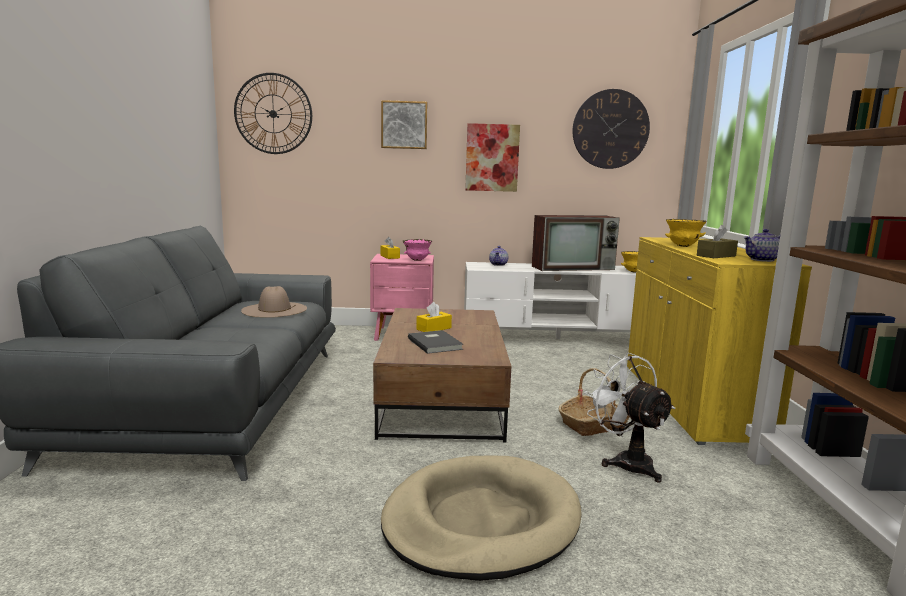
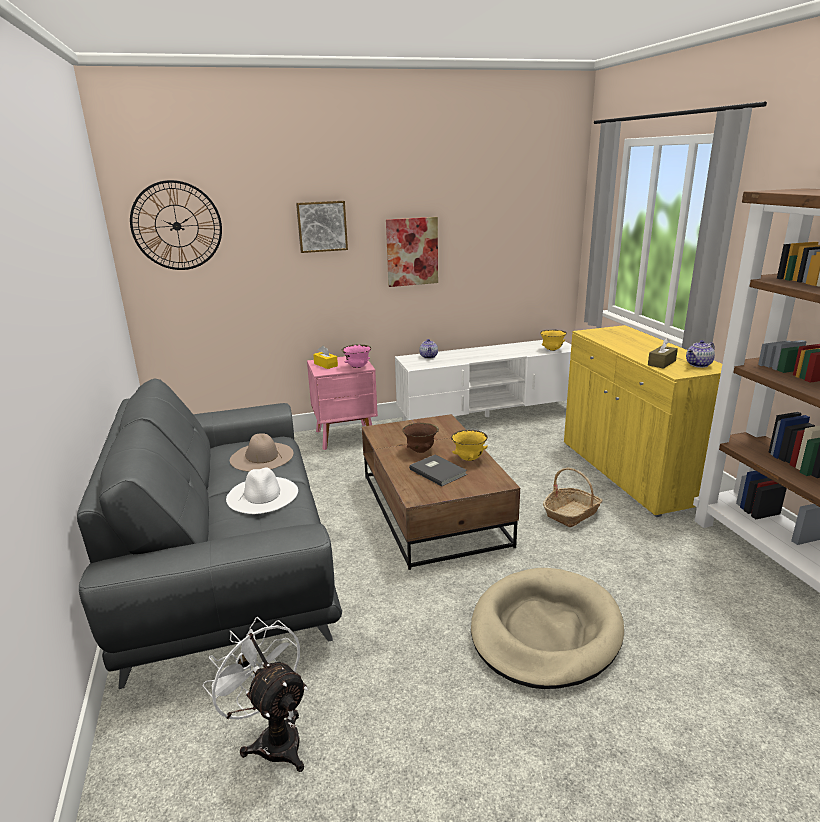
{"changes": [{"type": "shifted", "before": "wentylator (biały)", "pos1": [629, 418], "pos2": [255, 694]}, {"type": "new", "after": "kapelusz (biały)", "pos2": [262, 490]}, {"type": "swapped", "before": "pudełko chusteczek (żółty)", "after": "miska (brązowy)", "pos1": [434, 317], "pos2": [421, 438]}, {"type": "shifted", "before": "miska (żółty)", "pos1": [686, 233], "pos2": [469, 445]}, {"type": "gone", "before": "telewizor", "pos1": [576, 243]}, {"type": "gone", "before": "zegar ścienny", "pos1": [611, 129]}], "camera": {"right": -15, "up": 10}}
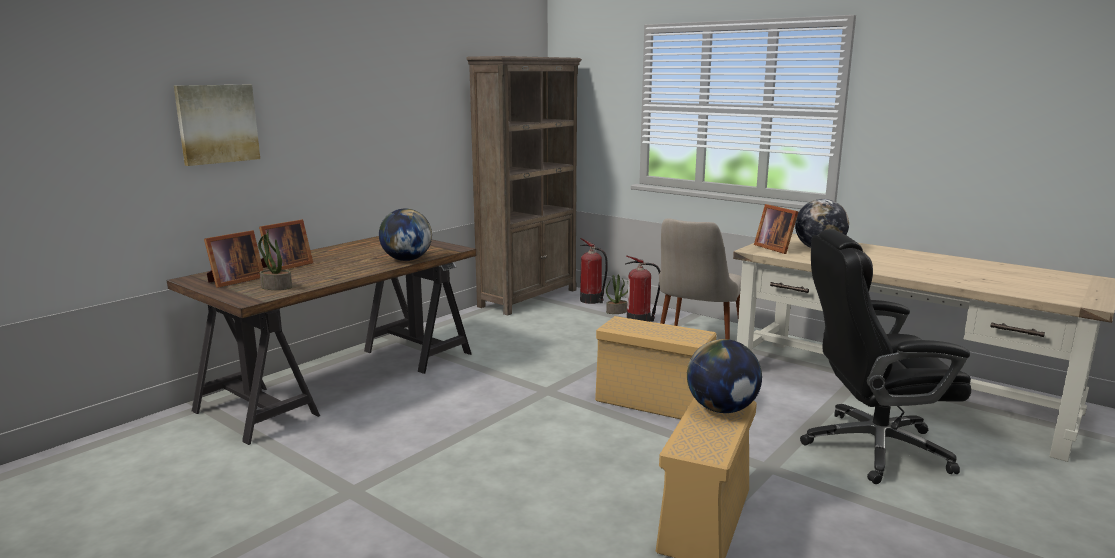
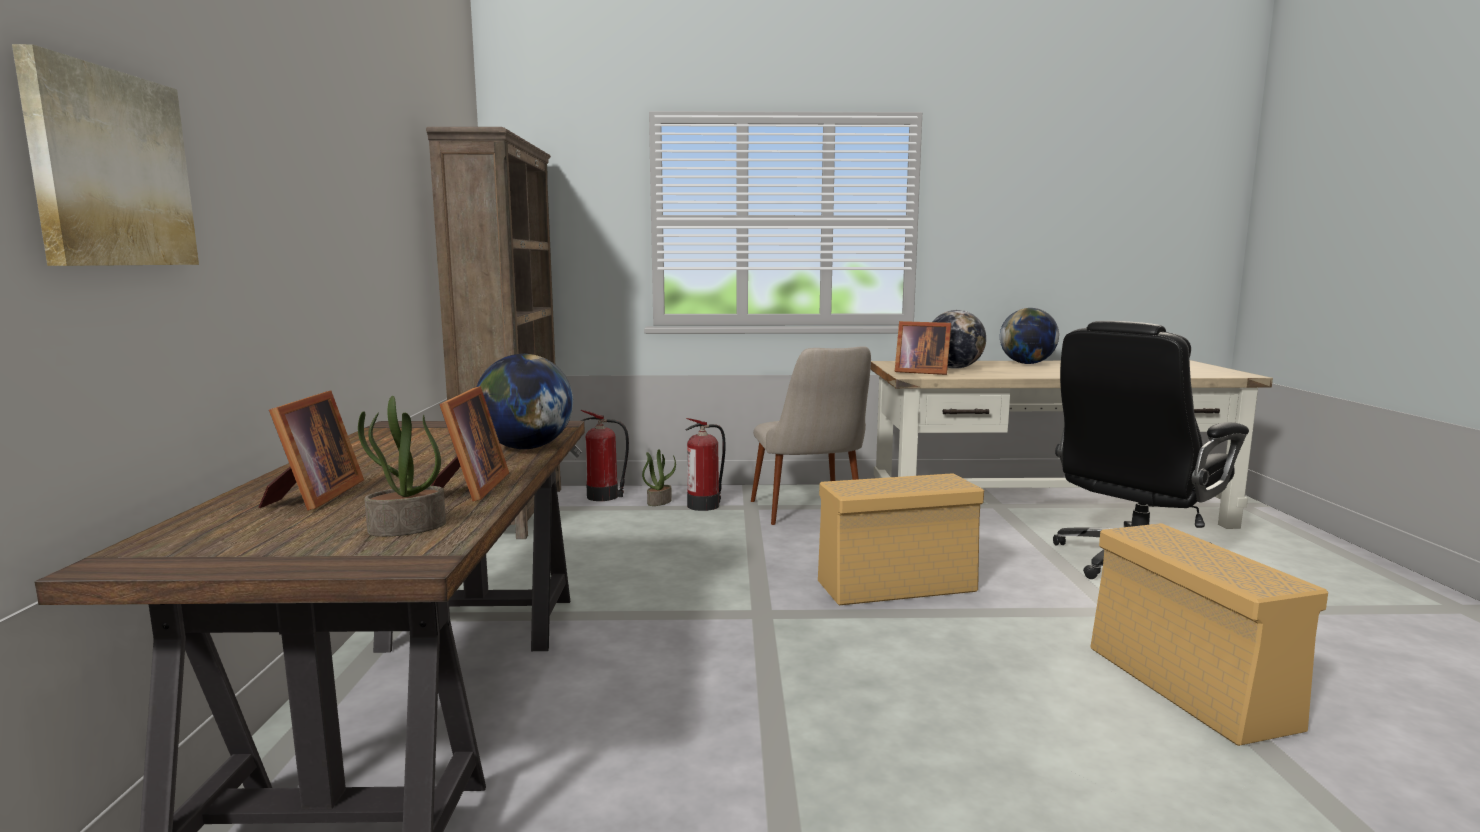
{"changes": [{"type": "shifted", "before": "ramka na zdjęcie", "pos1": [233, 259], "pos2": [470, 444]}, {"type": "shifted", "before": "globus", "pos1": [724, 376], "pos2": [1029, 336]}], "camera": {"right": -40, "up": -5}}
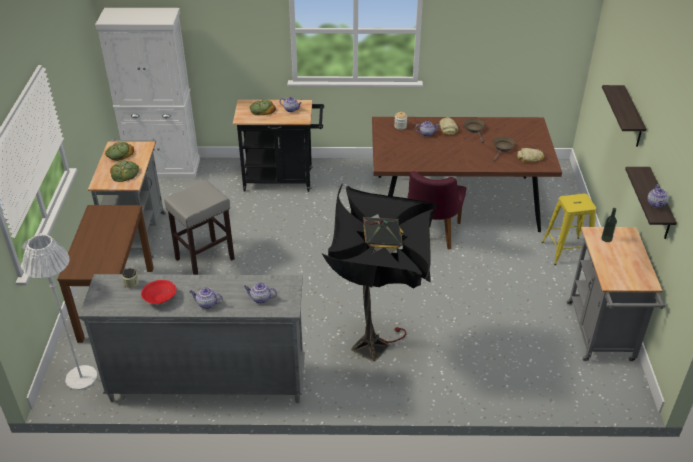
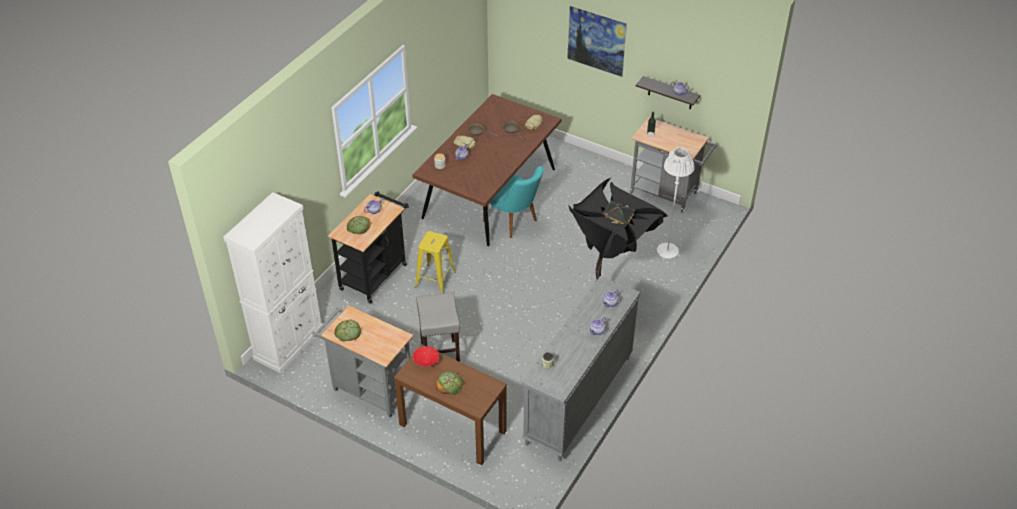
{"changes": [{"type": "shifted", "before": "miska (czerwony)", "pos1": [159, 292], "pos2": [426, 357]}, {"type": "shifted", "before": "stołek (żółty)", "pos1": [569, 229], "pos2": [435, 262]}, {"type": "shifted", "before": "chleb", "pos1": [124, 171], "pos2": [449, 383]}, {"type": "repainted", "before": "krzesło (fioletowy)", "after": "krzesło (turkusowy)", "pos1": [437, 210], "pos2": [513, 202]}, {"type": "swapped", "before": "półka", "after": "obraz", "pos1": [624, 116], "pos2": [597, 41]}, {"type": "shifted", "before": "lampa stojąca (biały)", "pos1": [59, 311], "pos2": [676, 203]}], "camera": {"right": -60, "up": 5}}
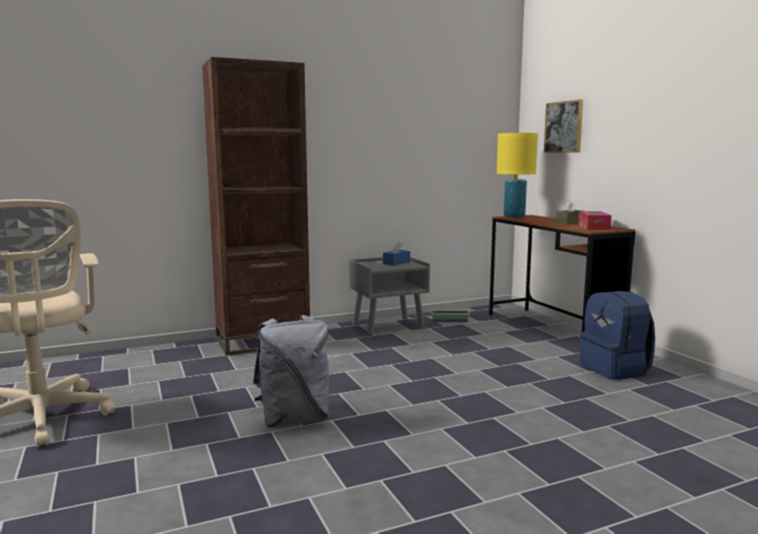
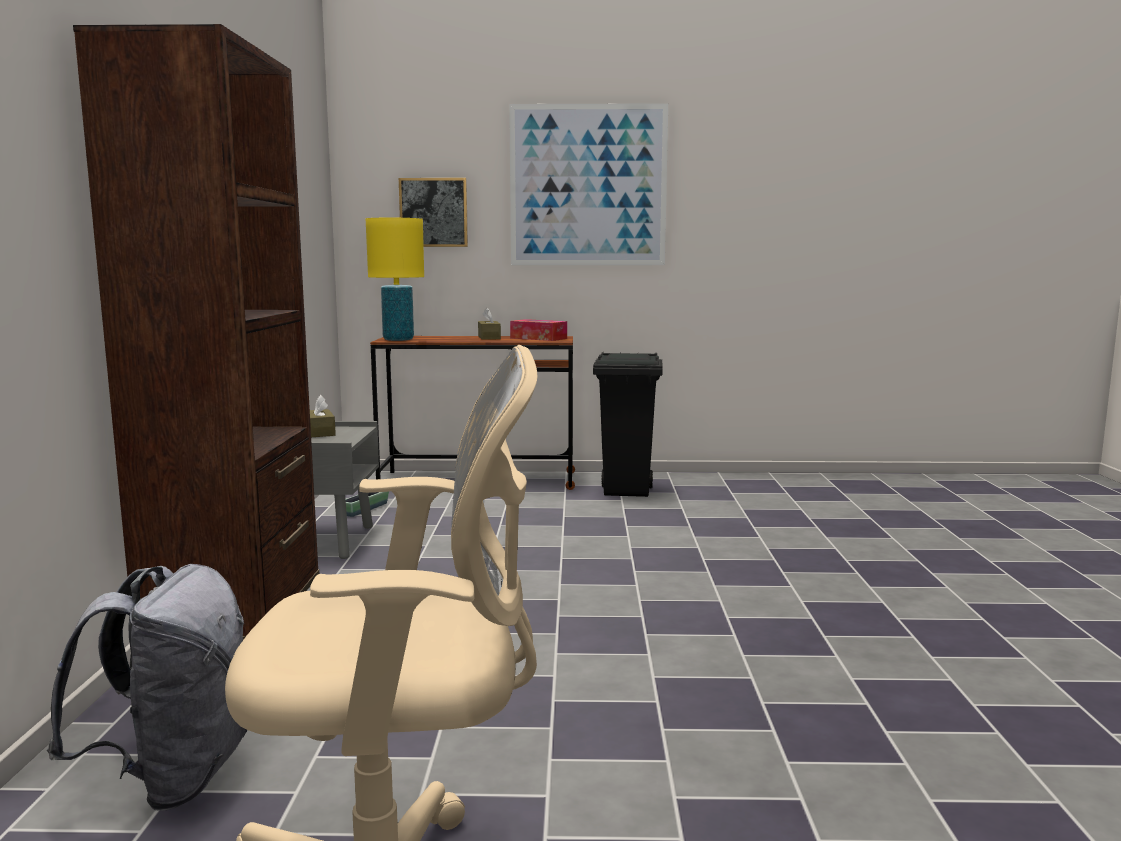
{"changes": [{"type": "shifted", "before": "plecak (szary)", "pos1": [291, 371], "pos2": [147, 687]}, {"type": "repainted", "before": "pudełko chusteczek (niebieski)", "after": "pudełko chusteczek (brązowy)", "pos1": [396, 253], "pos2": [323, 416]}, {"type": "new", "after": "obraz", "pos2": [588, 184]}, {"type": "swapped", "before": "plecak (niebieski)", "after": "kosz na śmieci (czarny)", "pos1": [617, 335], "pos2": [628, 424]}], "camera": {"right": -65, "up": 0}}
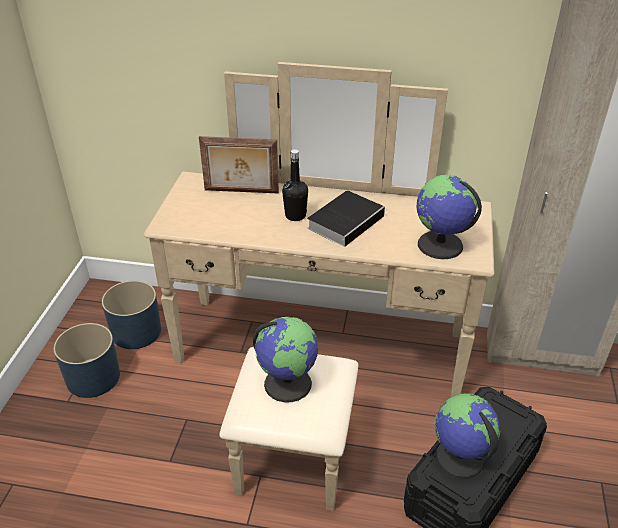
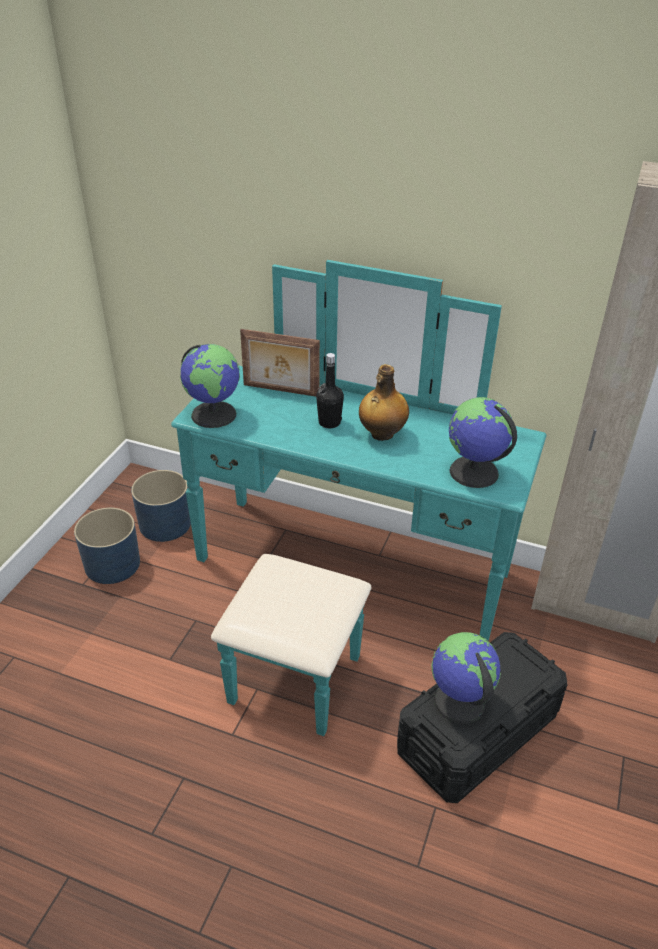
{"changes": [{"type": "repainted", "before": "komoda (beżowy)", "after": "komoda (turkusowy)", "pos1": [319, 286], "pos2": [358, 498]}, {"type": "shifted", "before": "globus", "pos1": [285, 360], "pos2": [210, 386]}, {"type": "swapped", "before": "książka", "after": "butelka", "pos1": [347, 218], "pos2": [384, 402]}], "camera": {"right": 10, "up": 0}}
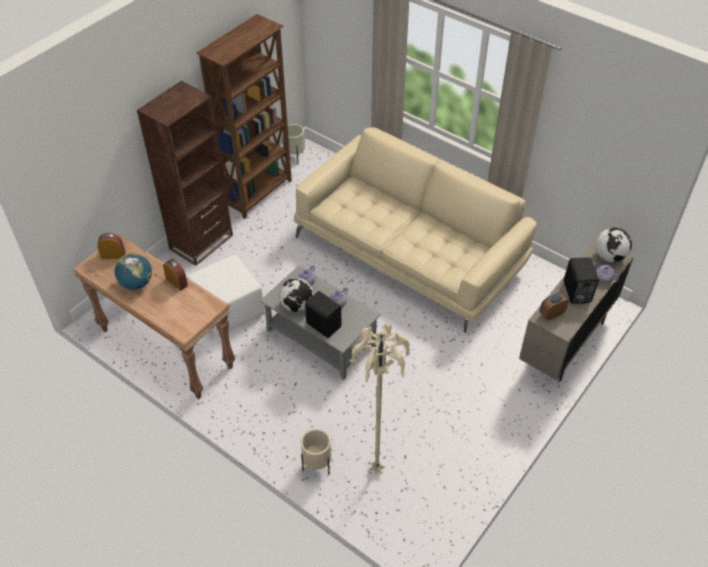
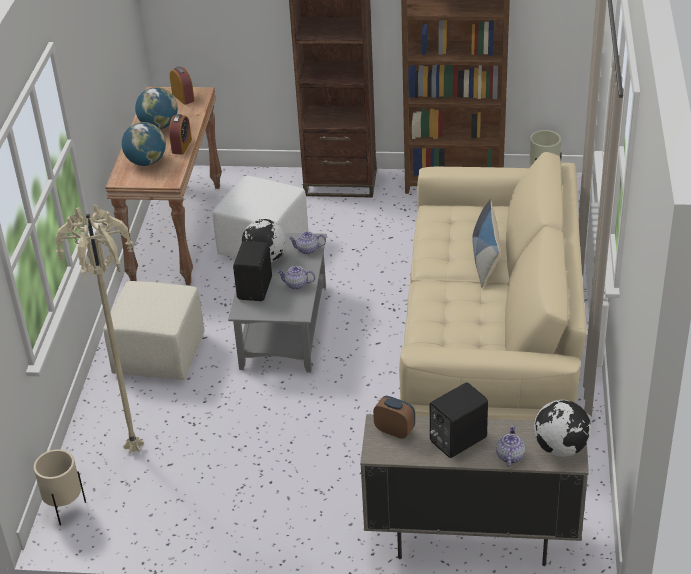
{"changes": [{"type": "shifted", "before": "donica (beżowy)", "pos1": [316, 451], "pos2": [60, 487]}, {"type": "new", "after": "pufa (beżowy)", "pos2": [154, 330]}, {"type": "new", "after": "globus", "pos2": [144, 144]}, {"type": "new", "after": "poduszka", "pos2": [486, 243]}], "camera": {"right": 60, "up": -10}}
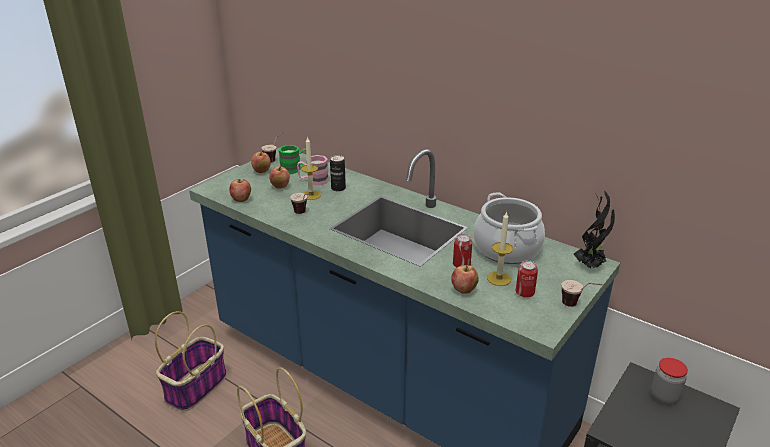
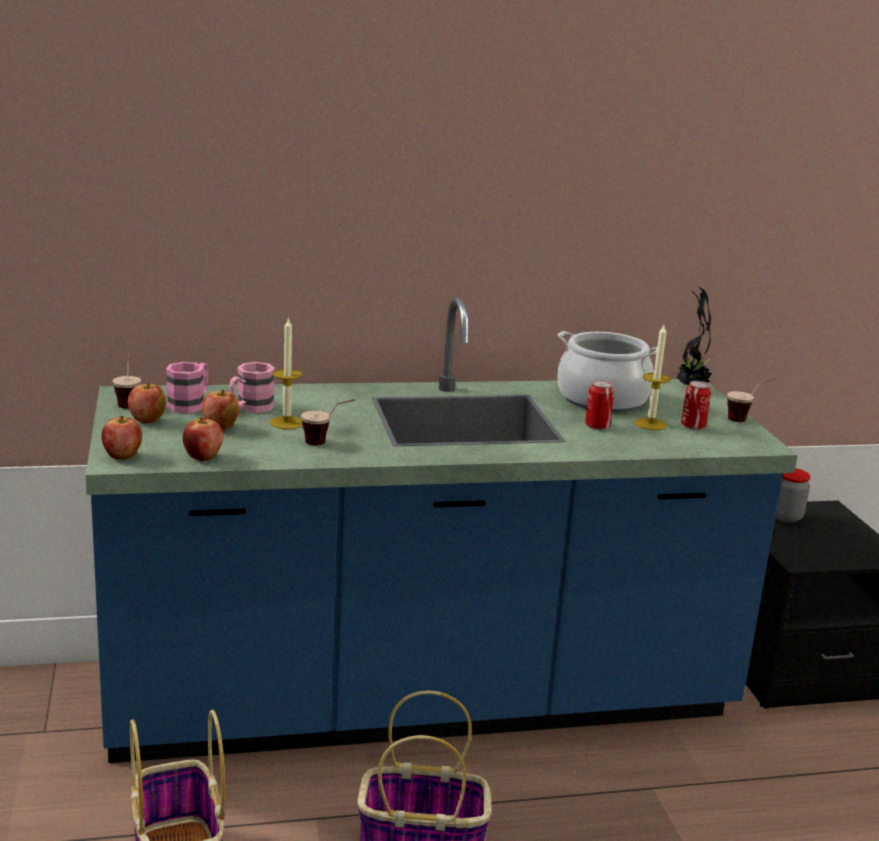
{"changes": [{"type": "shifted", "before": "jabłko", "pos1": [465, 279], "pos2": [121, 438]}, {"type": "repainted", "before": "kubek (zielony)", "after": "kubek (różowy)", "pos1": [293, 159], "pos2": [187, 387]}, {"type": "gone", "before": "puszka", "pos1": [338, 173]}], "camera": {"right": -50, "up": -10}}
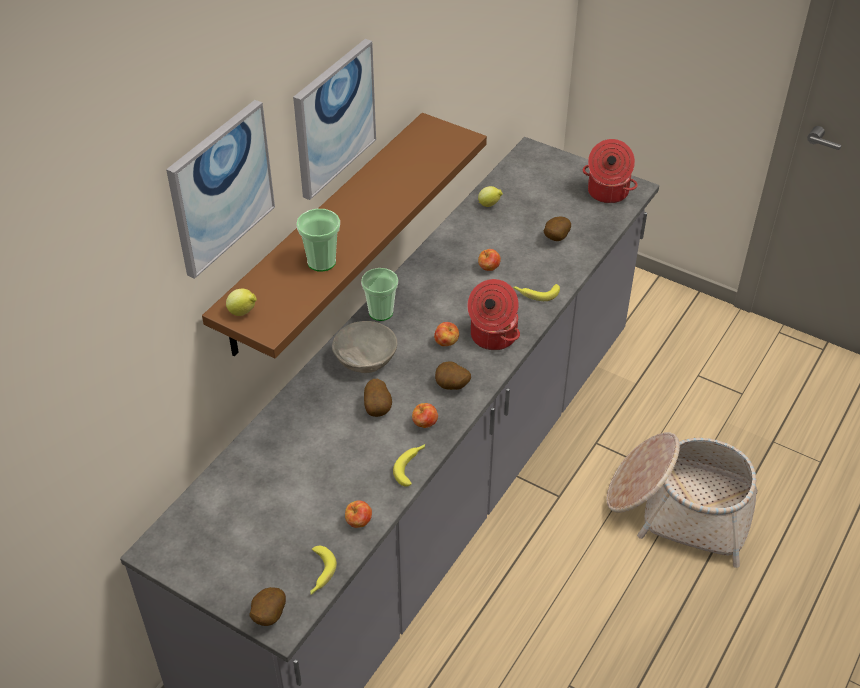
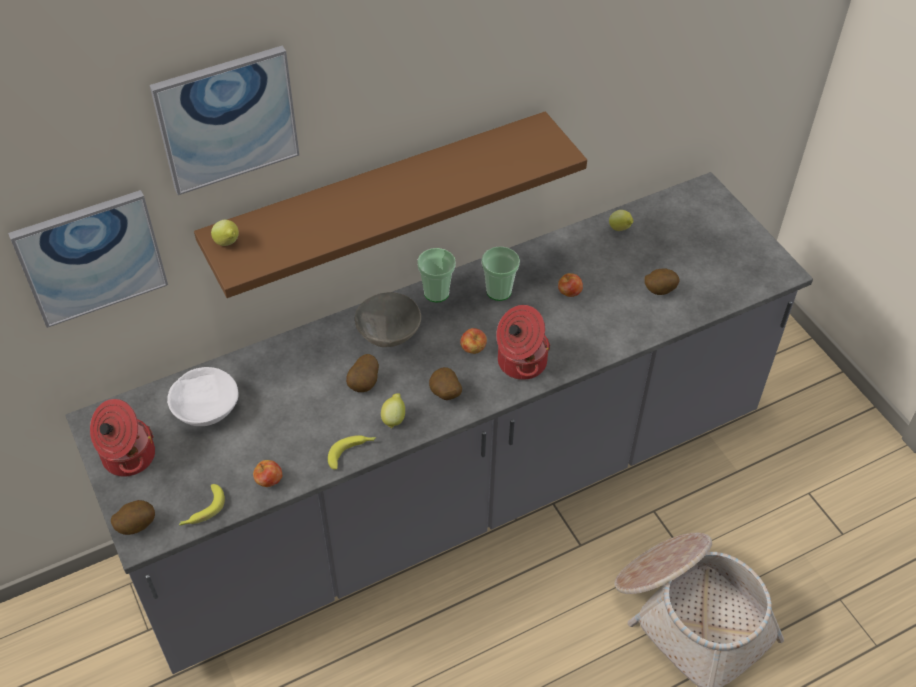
{"changes": [{"type": "shifted", "before": "obraz", "pos1": [334, 119], "pos2": [88, 259]}, {"type": "shifted", "before": "garnek", "pos1": [610, 171], "pos2": [122, 438]}, {"type": "new", "after": "miska (biały)", "pos2": [203, 396]}, {"type": "swapped", "before": "jabłko", "after": "cytryna", "pos1": [425, 415], "pos2": [393, 411]}, {"type": "shifted", "before": "filiżanka", "pos1": [318, 240], "pos2": [500, 273]}, {"type": "gone", "before": "banan", "pos1": [536, 292]}], "camera": {"right": 30, "up": 5}}
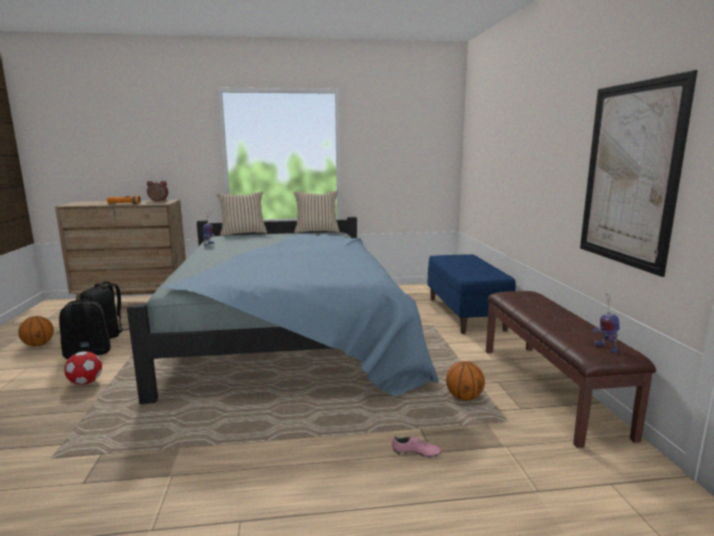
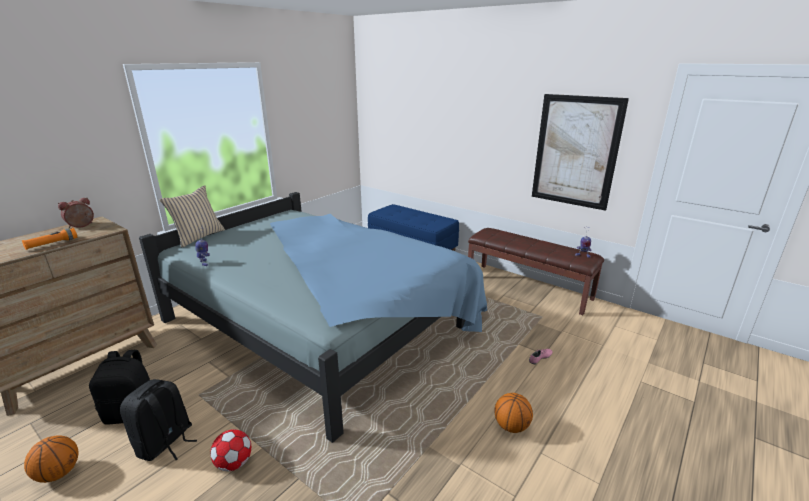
{"changes": [{"type": "shifted", "before": "piłka do koszykówki", "pos1": [465, 381], "pos2": [513, 413]}, {"type": "gone", "before": "poduszka (beżowy)", "pos1": [317, 212]}], "camera": {"right": -45, "up": 10}}
